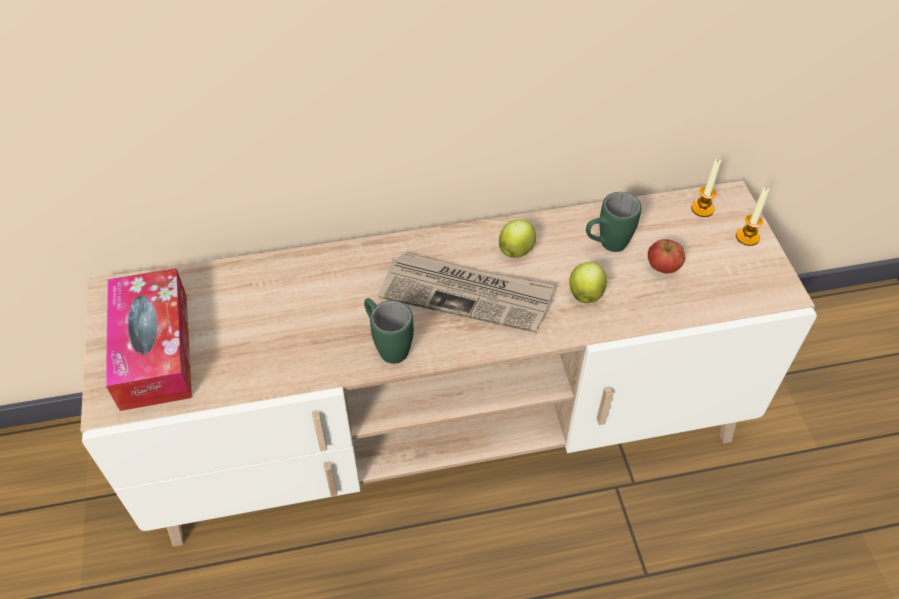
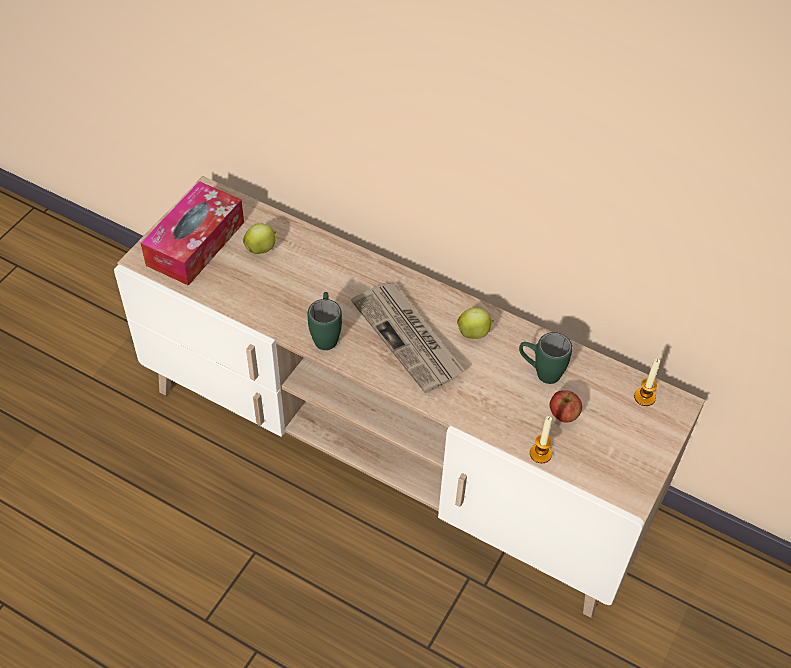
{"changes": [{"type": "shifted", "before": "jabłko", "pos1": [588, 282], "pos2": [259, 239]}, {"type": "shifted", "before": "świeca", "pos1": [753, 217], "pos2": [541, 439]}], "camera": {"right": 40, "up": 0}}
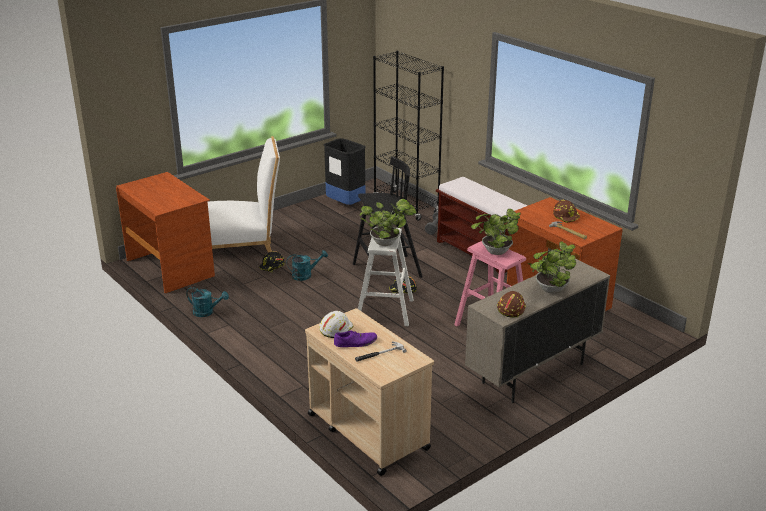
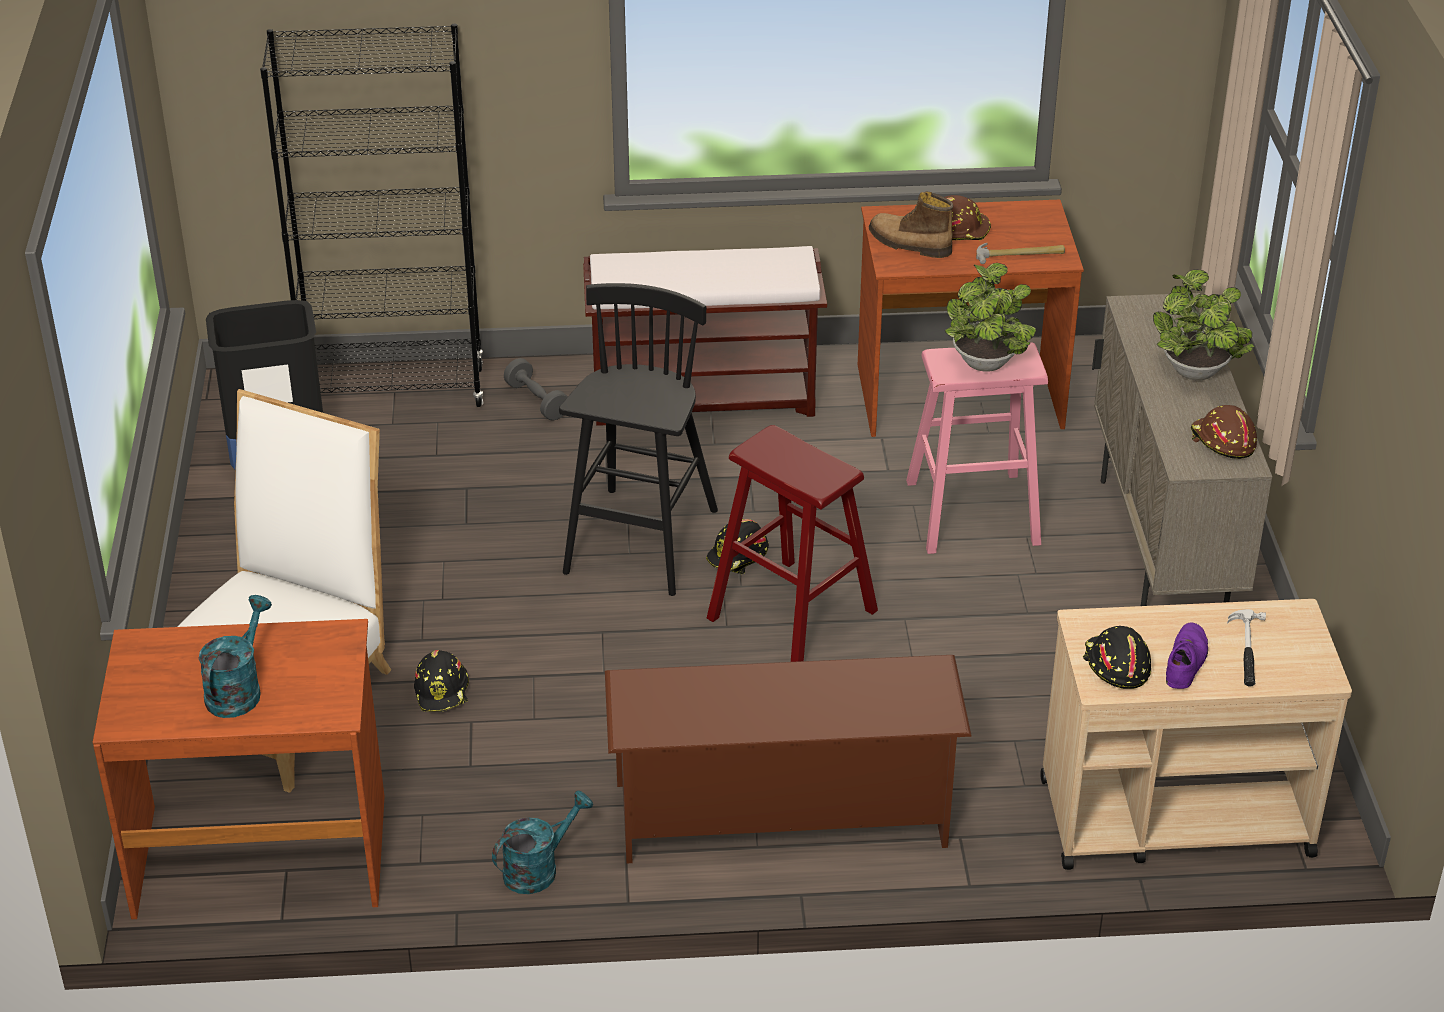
{"changes": [{"type": "shifted", "before": "konewka (turkusowy)", "pos1": [307, 265], "pos2": [235, 656]}, {"type": "new", "after": "regał na buty (brązowy)", "pos2": [788, 759]}, {"type": "repainted", "before": "stołek (biały)", "after": "stołek (czerwony)", "pos1": [386, 276], "pos2": [792, 543]}, {"type": "new", "after": "but z cholewką", "pos2": [911, 224]}, {"type": "repainted", "before": "kask (biały)", "after": "kask (czarny)", "pos1": [336, 324], "pos2": [1117, 657]}, {"type": "gone", "before": "roślina doniczkowa", "pos1": [388, 222]}], "camera": {"right": -55, "up": 10}}
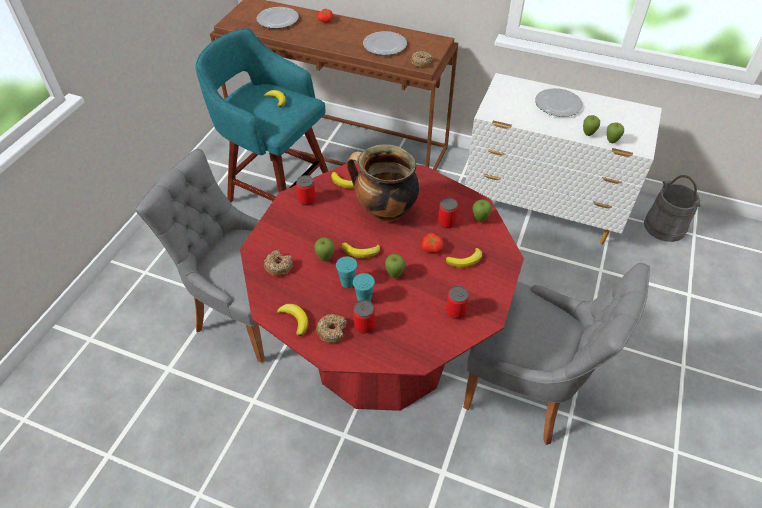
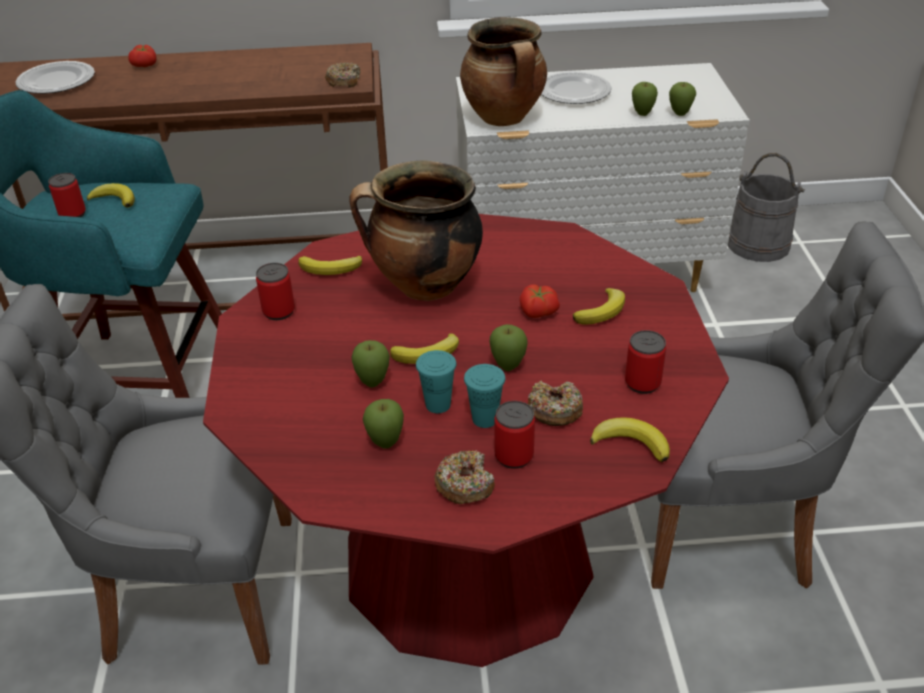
{"changes": [{"type": "shifted", "before": "puszka", "pos1": [448, 213], "pos2": [67, 195]}, {"type": "shifted", "before": "jabłko", "pos1": [482, 211], "pos2": [383, 424]}, {"type": "new", "after": "garnek", "pos2": [503, 71]}, {"type": "shifted", "before": "donut", "pos1": [278, 263], "pos2": [555, 403]}, {"type": "shifted", "before": "banan", "pos1": [292, 320], "pos2": [630, 439]}, {"type": "gone", "before": "talerz", "pos1": [385, 43]}], "camera": {"right": -25, "up": -10}}
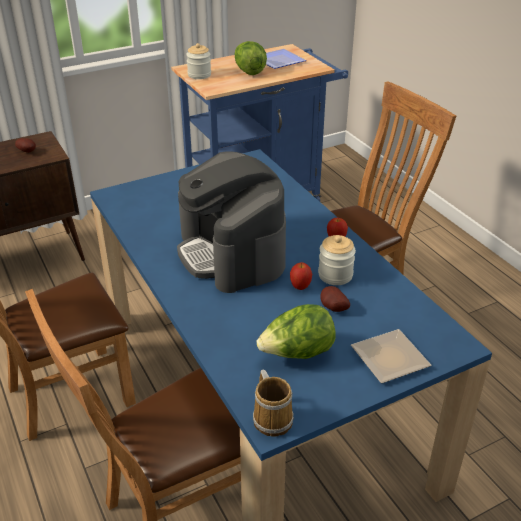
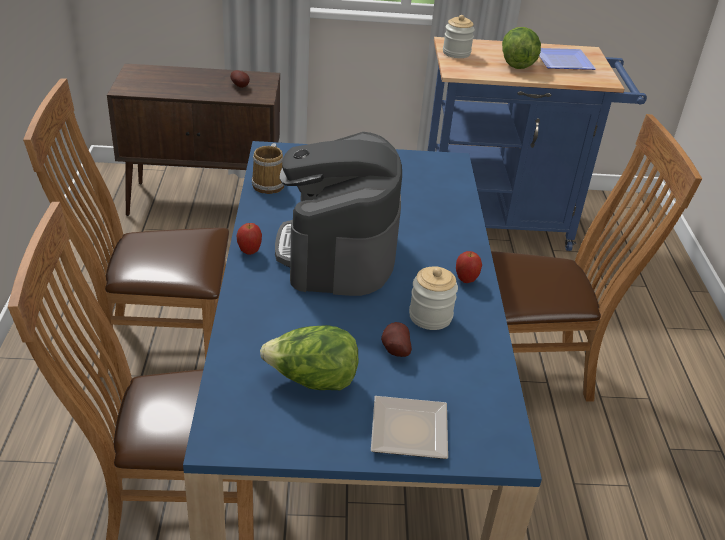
{"changes": [{"type": "shifted", "before": "jabłko", "pos1": [301, 276], "pos2": [249, 239]}, {"type": "shifted", "before": "kubek", "pos1": [273, 403], "pos2": [267, 168]}], "camera": {"right": 25, "up": 0}}
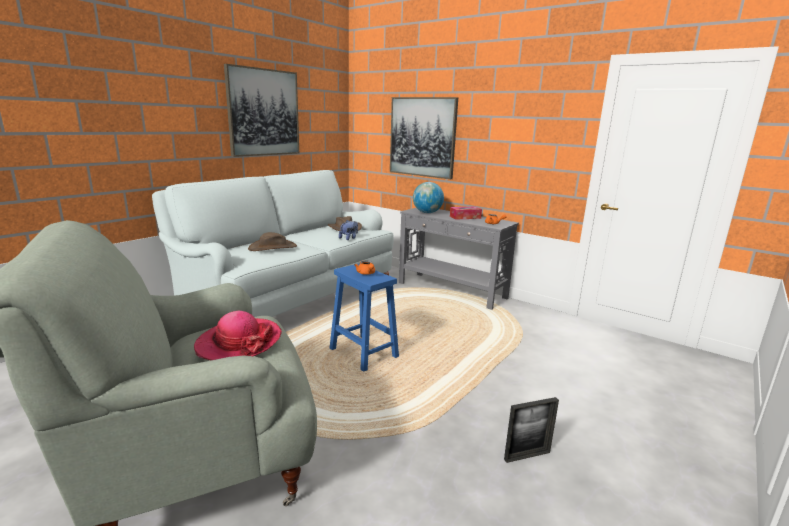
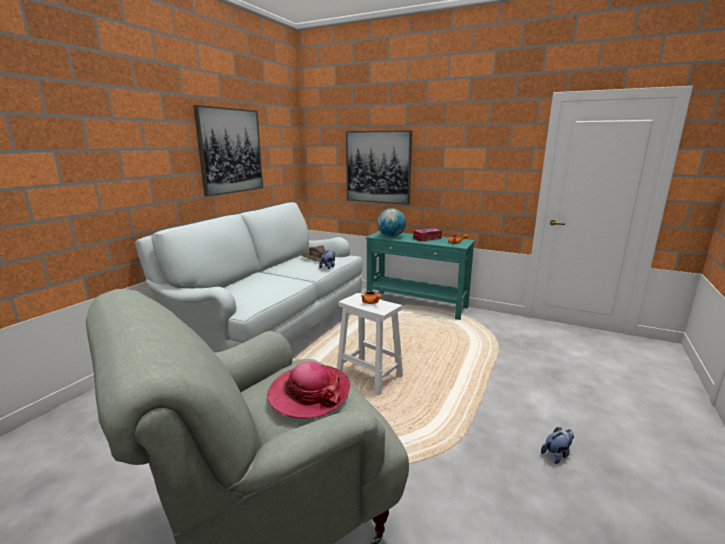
{"changes": [{"type": "repainted", "before": "stołek (niebieski)", "after": "stołek (biały)", "pos1": [364, 317], "pos2": [370, 344]}, {"type": "repainted", "before": "stolik konsolowy (szary)", "after": "stolik konsolowy (turkusowy)", "pos1": [459, 259], "pos2": [420, 275]}, {"type": "swapped", "before": "ramka na zdjęcie", "after": "pluszak", "pos1": [531, 430], "pos2": [557, 445]}, {"type": "gone", "before": "kapelusz (brązowy)", "pos1": [272, 241]}], "camera": {"right": -10, "up": 0}}
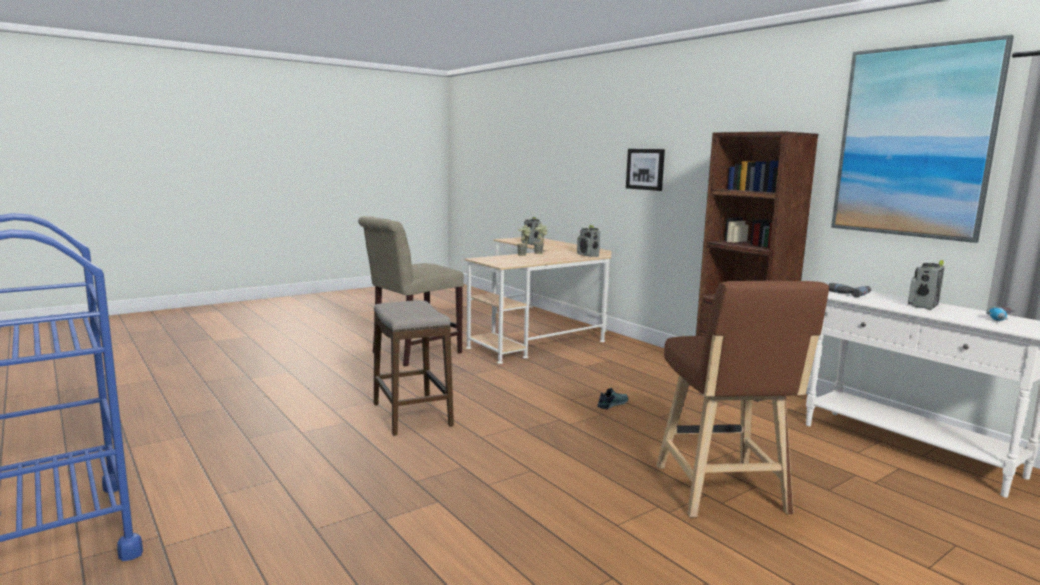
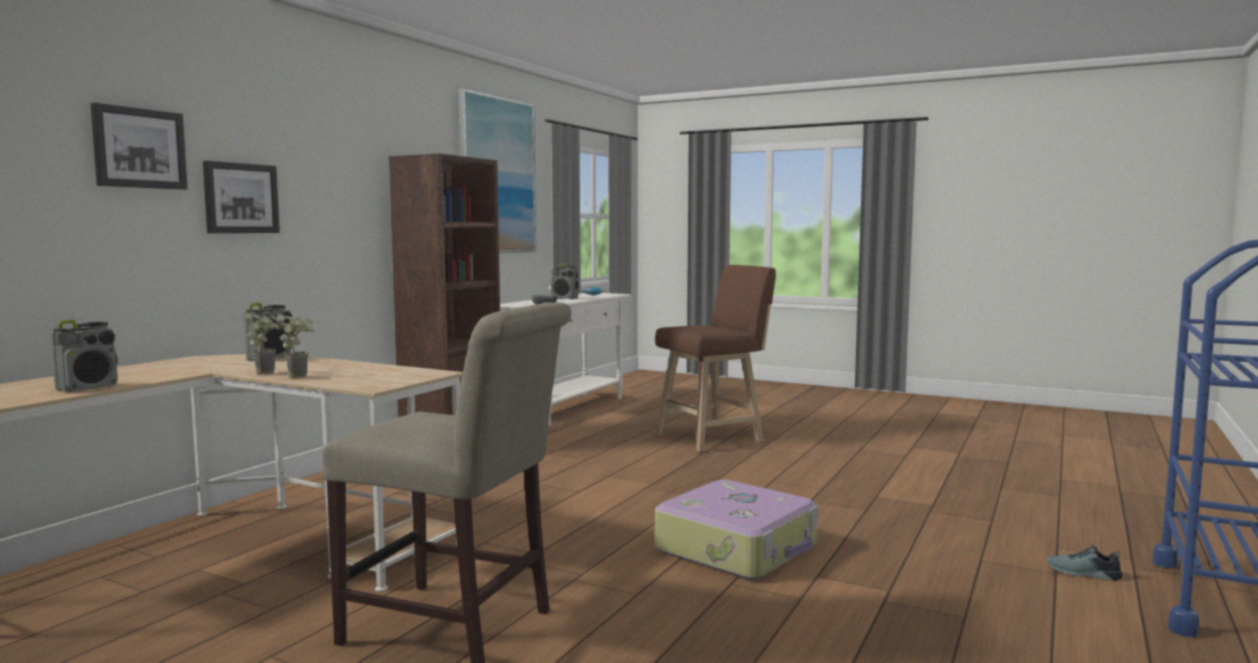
{"changes": [{"type": "new", "after": "obraz", "pos2": [139, 146]}, {"type": "swapped", "before": "stołek", "after": "walizka", "pos1": [414, 368], "pos2": [736, 530]}, {"type": "shifted", "before": "but", "pos1": [612, 398], "pos2": [1084, 562]}], "camera": {"right": -115, "up": -5}}
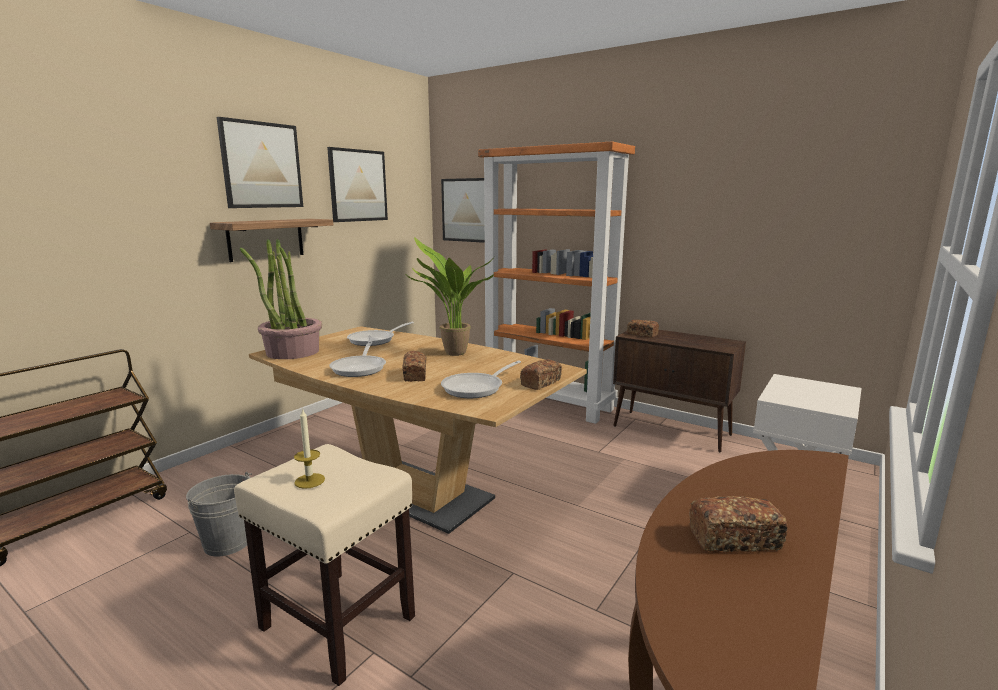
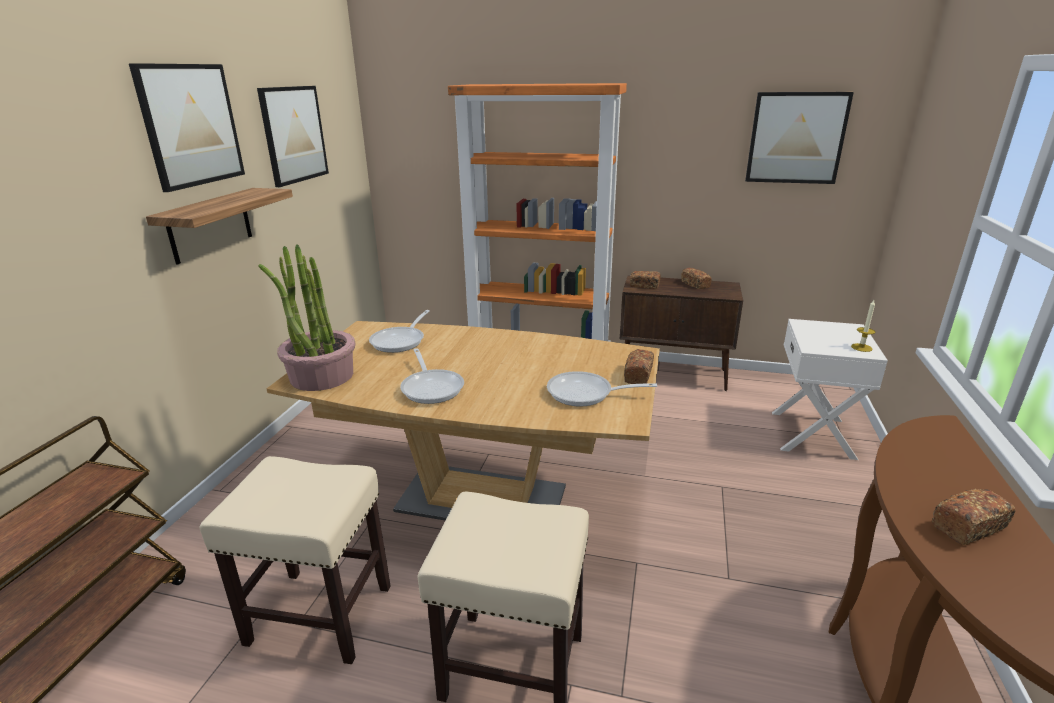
{"changes": [{"type": "swapped", "before": "wiadro (szary)", "after": "stołek (beżowy)", "pos1": [219, 514], "pos2": [295, 560]}, {"type": "rotated", "before": "patelnia", "pos1": [481, 379], "pos2": [602, 388], "turn": 75}, {"type": "shifted", "before": "chleb", "pos1": [415, 366], "pos2": [696, 278]}, {"type": "shifted", "before": "obraz", "pos1": [463, 210], "pos2": [799, 138]}, {"type": "shifted", "before": "świeca", "pos1": [309, 448], "pos2": [863, 326]}, {"type": "gone", "before": "roślina doniczkowa", "pos1": [449, 297]}], "camera": {"right": -20, "up": 10}}
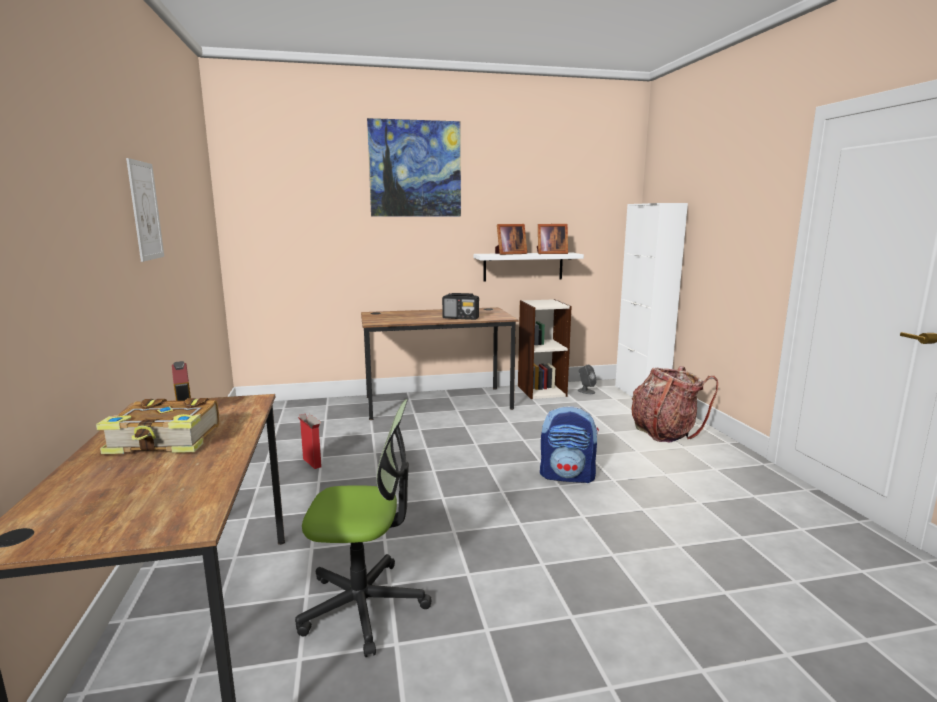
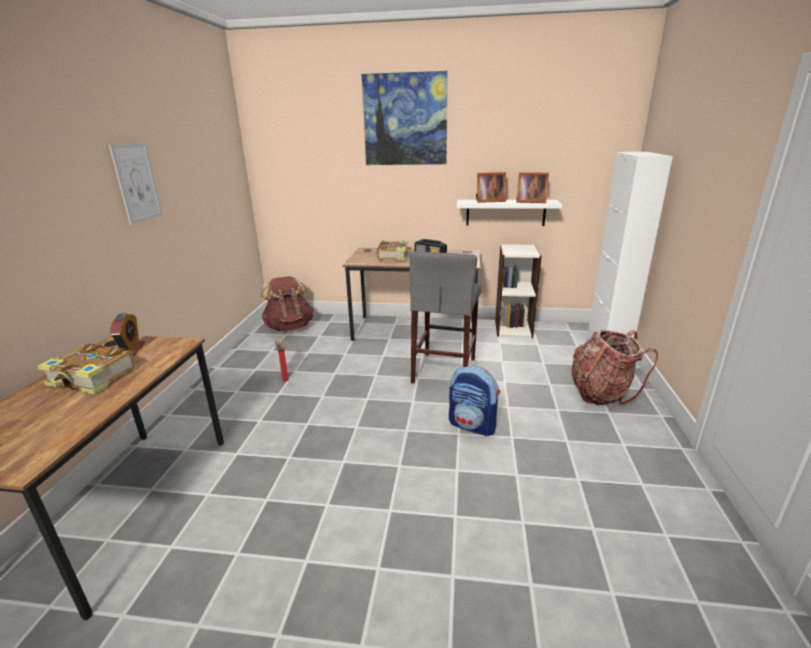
{"changes": [{"type": "new", "after": "plecak (brązowy)", "pos2": [286, 303]}, {"type": "new", "after": "książka", "pos2": [395, 251]}, {"type": "new", "after": "stołek (szary)", "pos2": [445, 317]}, {"type": "gone", "before": "krzesło biurowe", "pos1": [363, 528]}, {"type": "gone", "before": "głośnik (szary)", "pos1": [587, 379]}], "camera": {"right": 20, "up": 10}}
